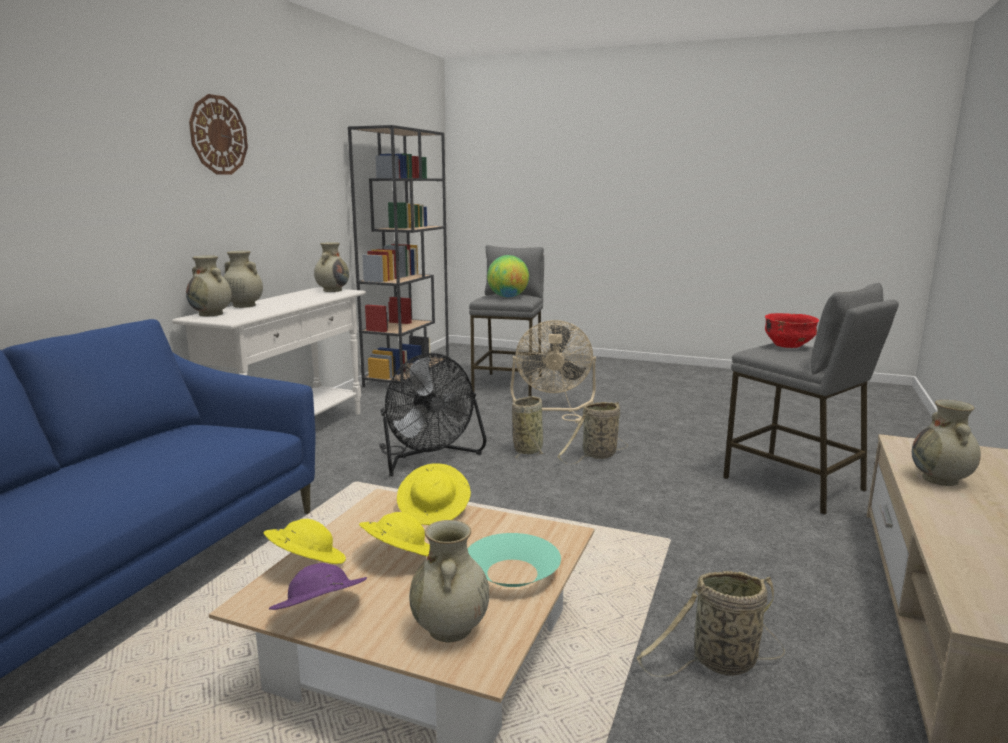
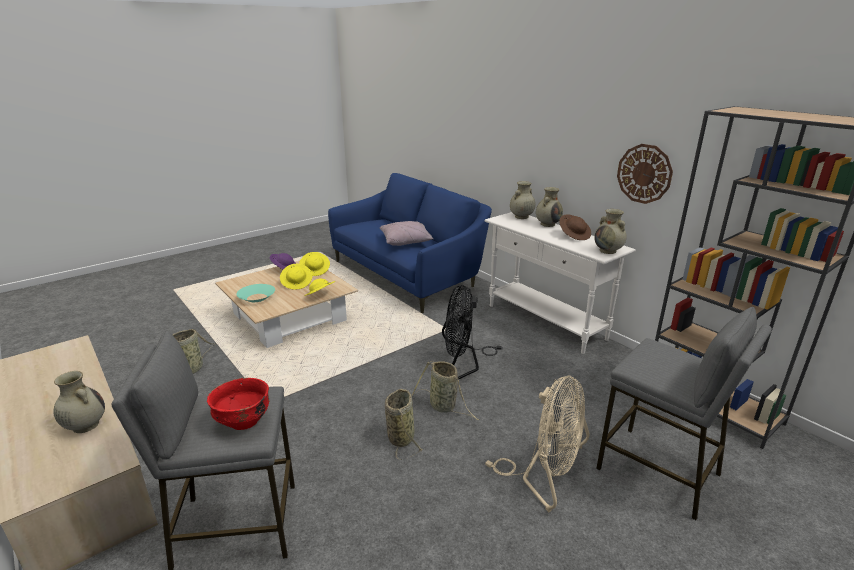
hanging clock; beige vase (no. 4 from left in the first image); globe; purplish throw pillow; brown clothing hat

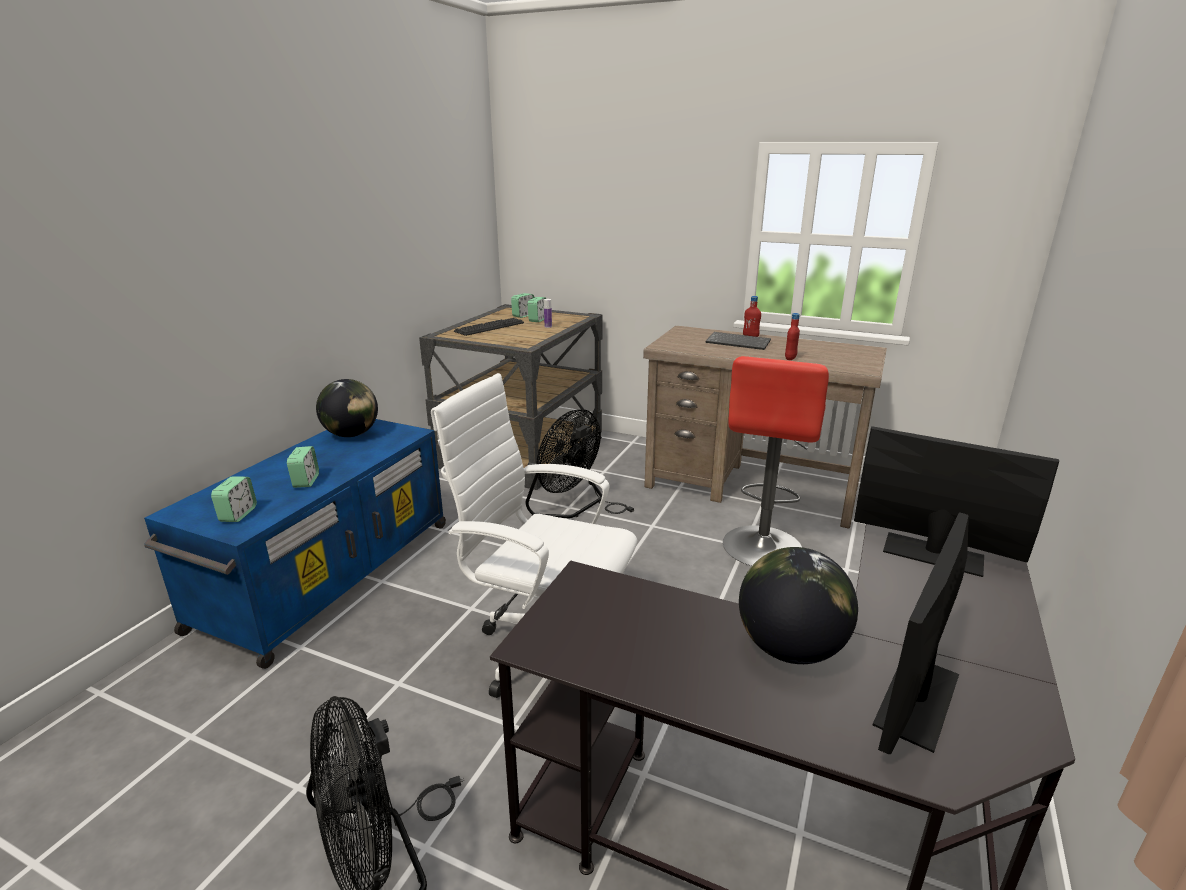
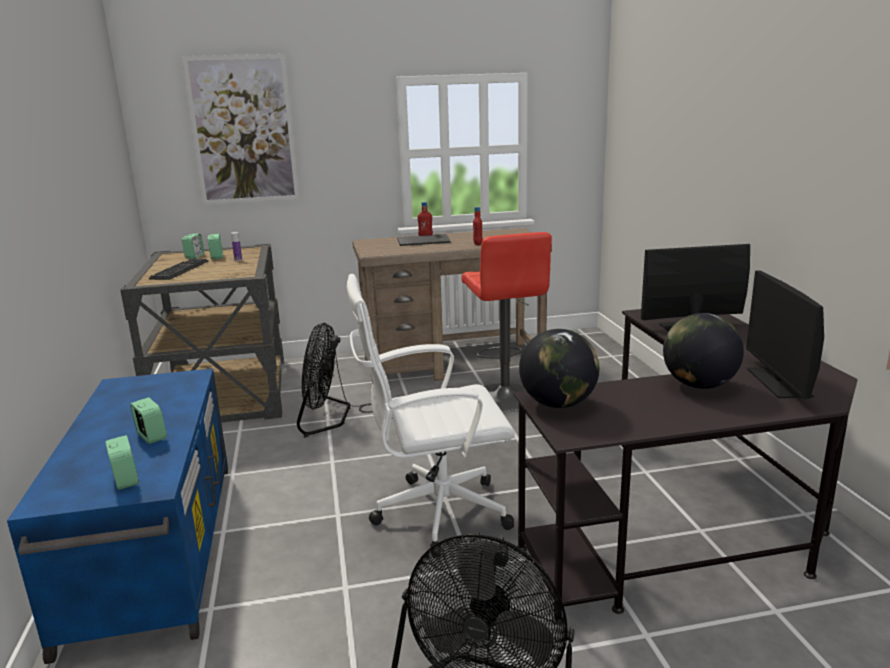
globe (no. 1 from left); wall art

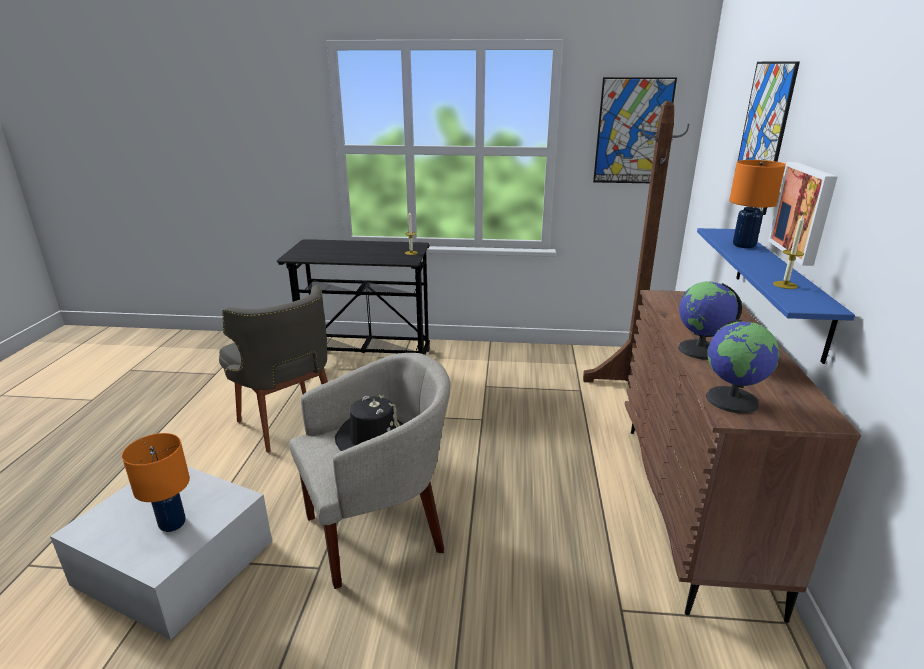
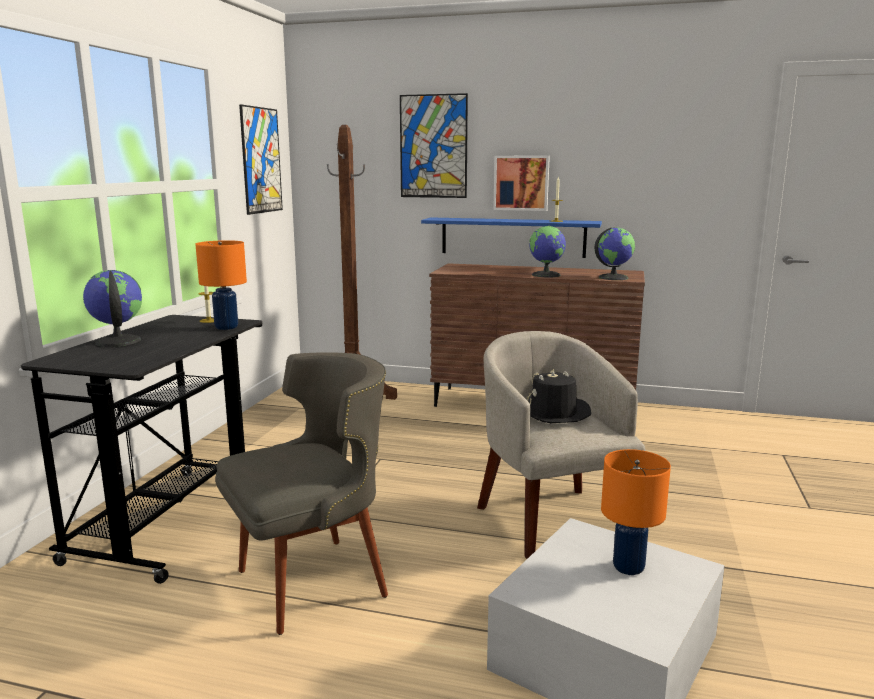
orange table lamp (no. 1 from left); globe (no. 1 from left)

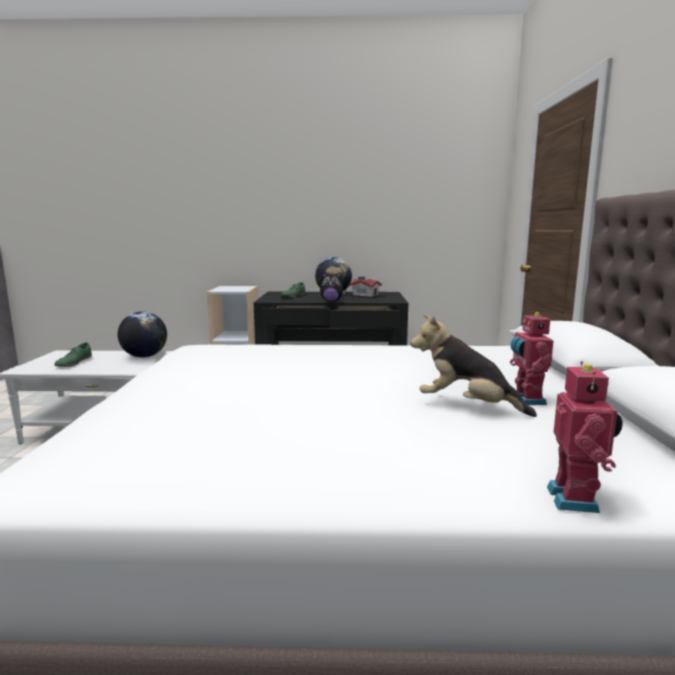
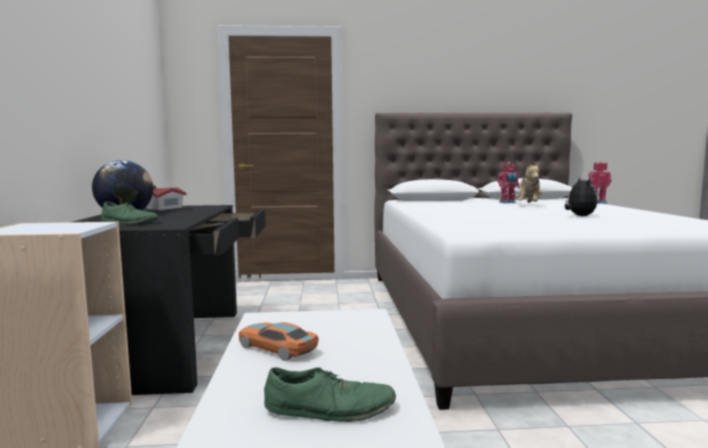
toy car; plush toy (no. 2 from left)

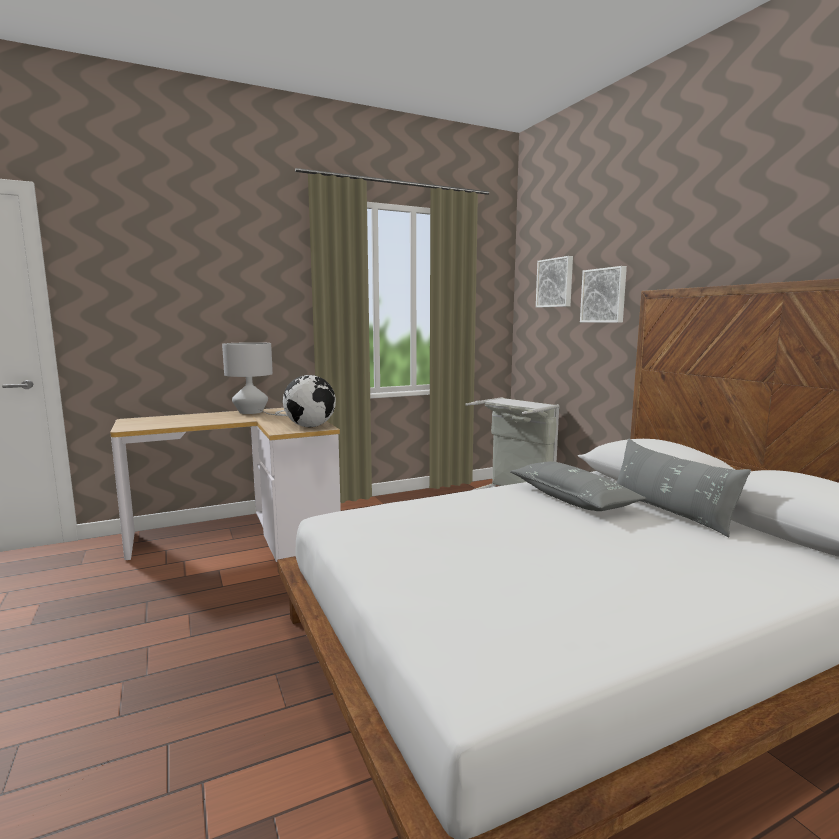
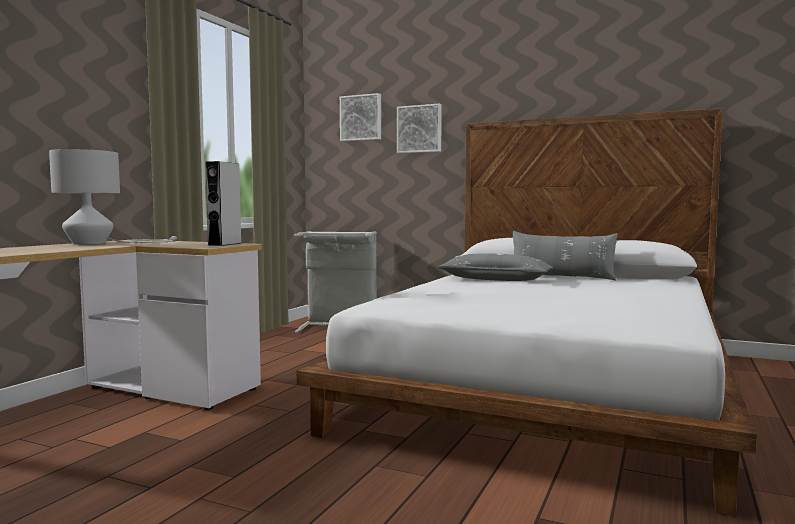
greyish speaker

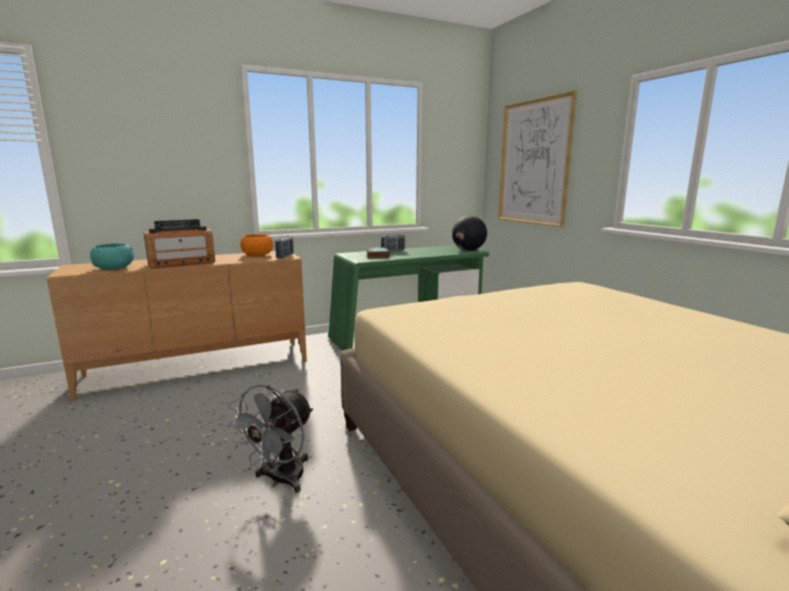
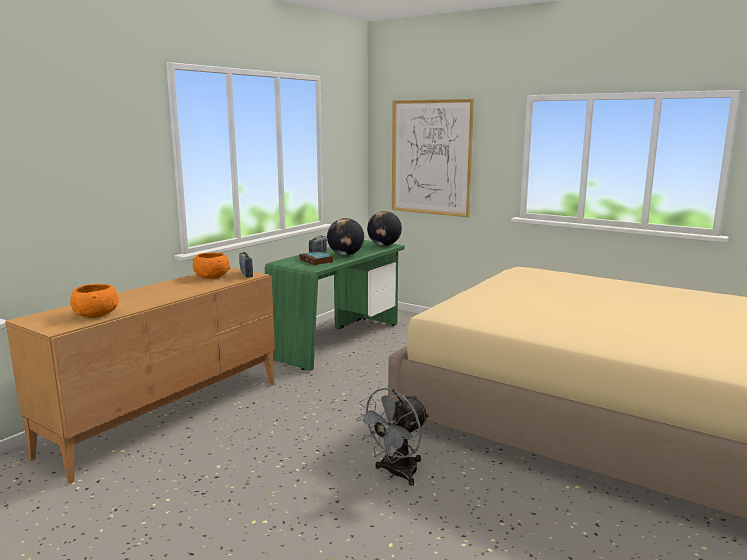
orange deep dish (no. 1 from left); radio set (no. 1 from left in the first image); greyish electric fan; globe (no. 1 from left)

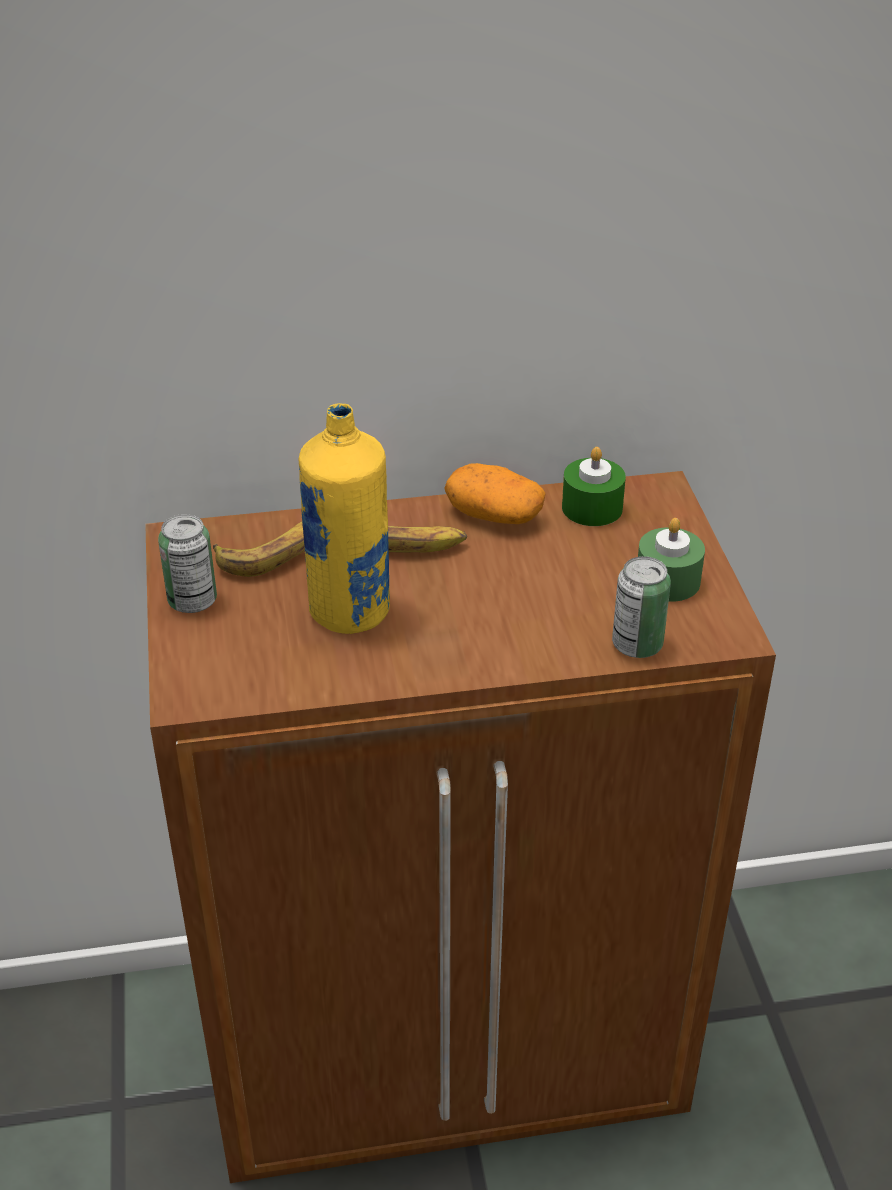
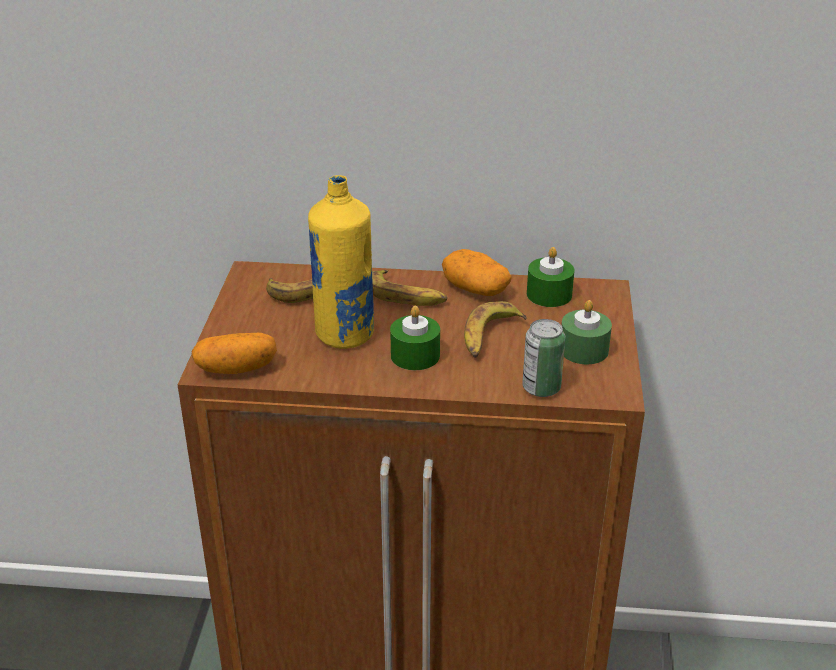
metal can (no. 1 from left in the first image); spud (no. 1 from left); green wax light (no. 1 from left); banana fruit (no. 3 from left)

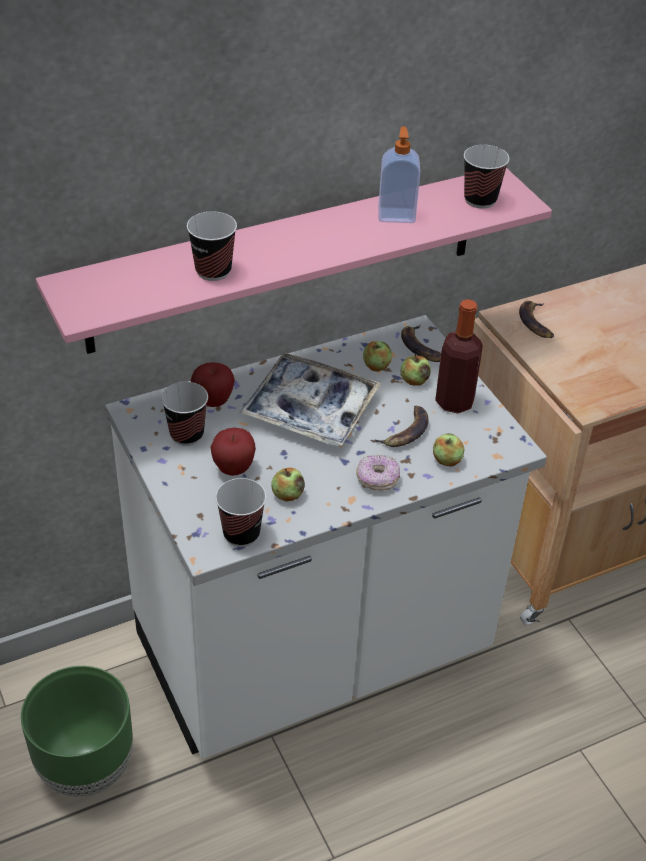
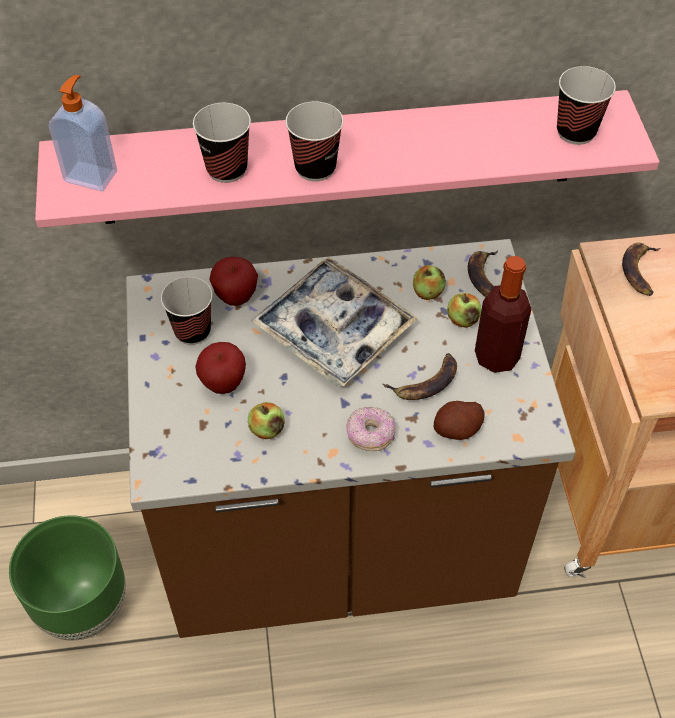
brown kitchen base unit; drinking cup (no. 3 from left); soap bottle; spud

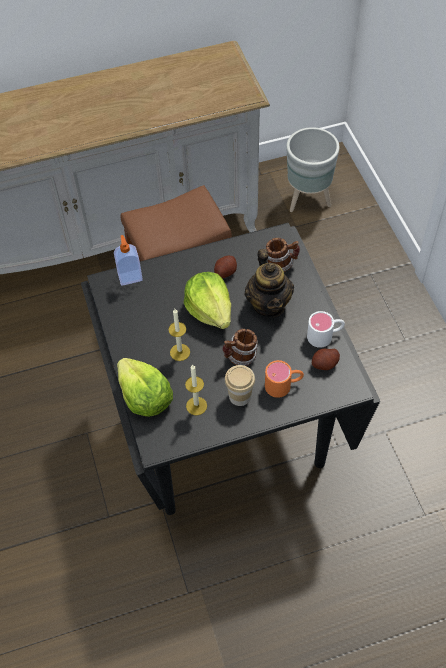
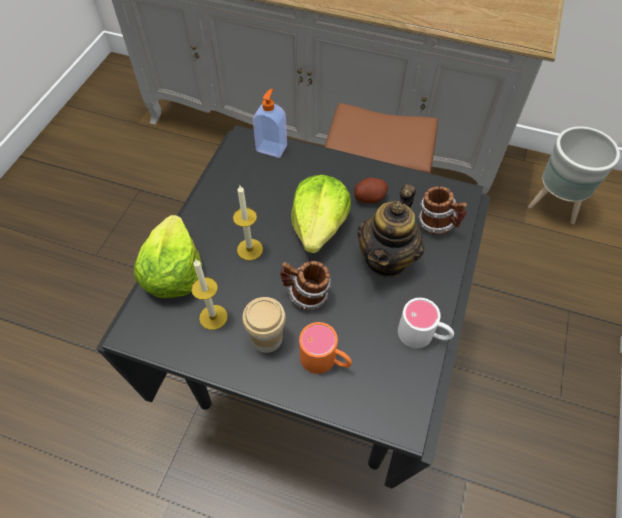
spud (no. 2 from left in the first image)

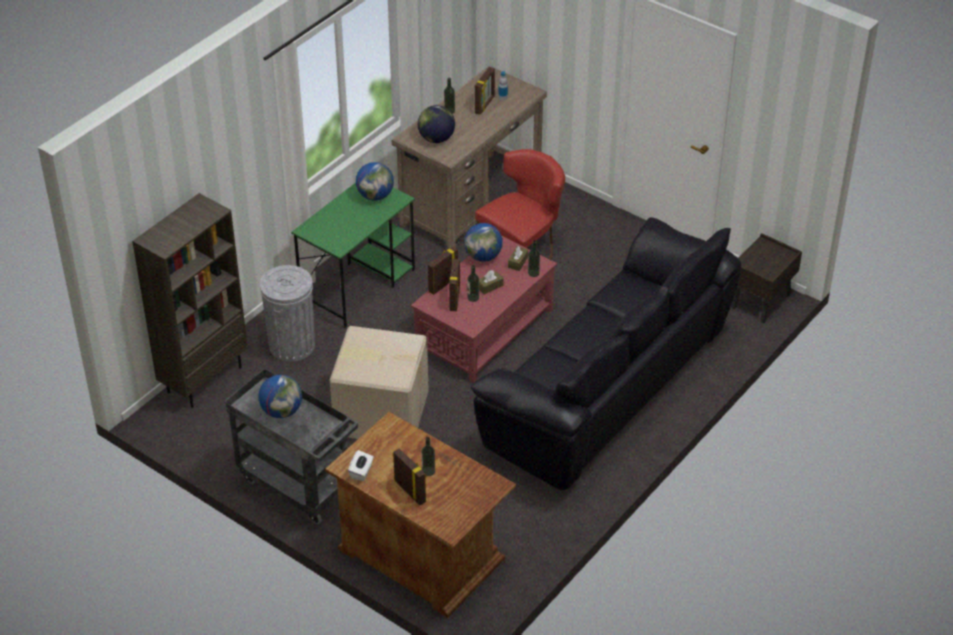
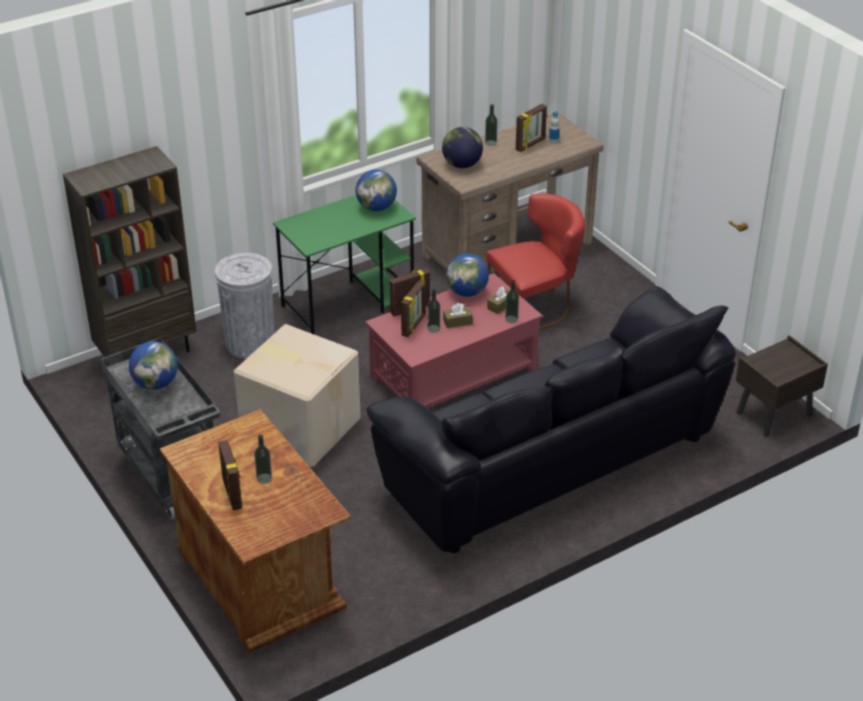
white-coloured box of tissues

